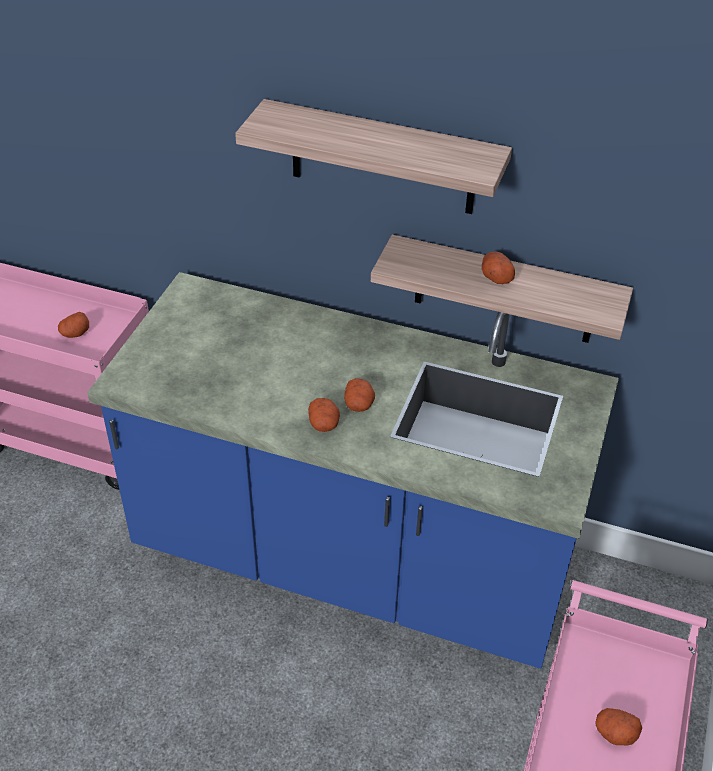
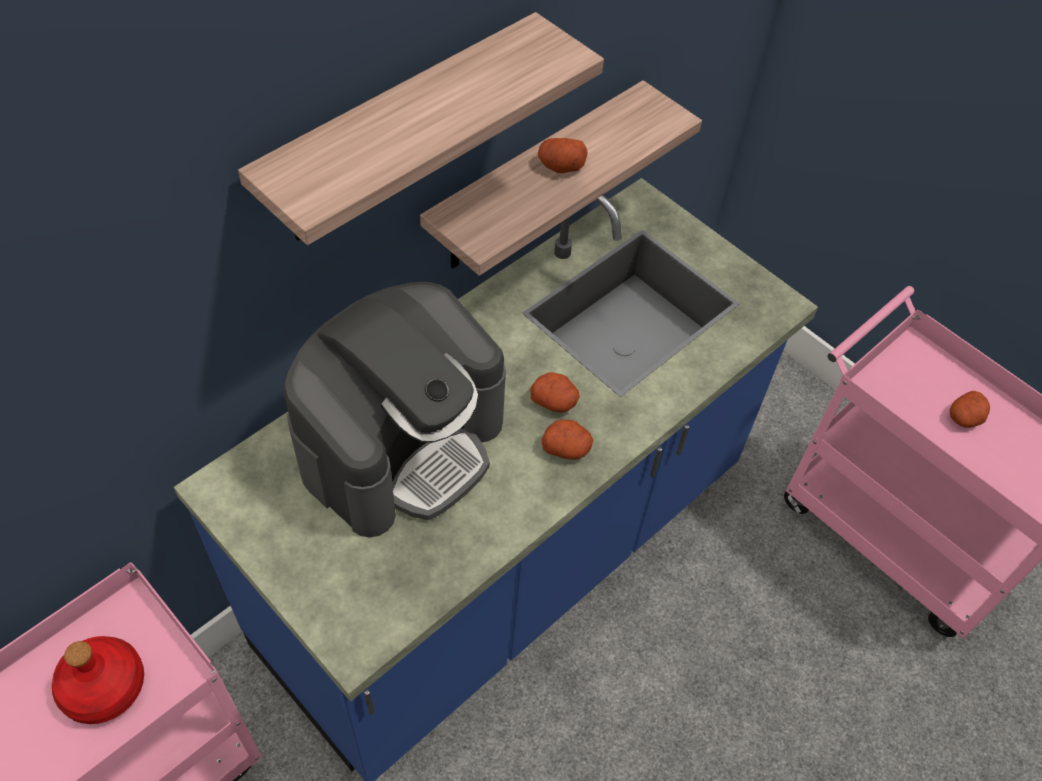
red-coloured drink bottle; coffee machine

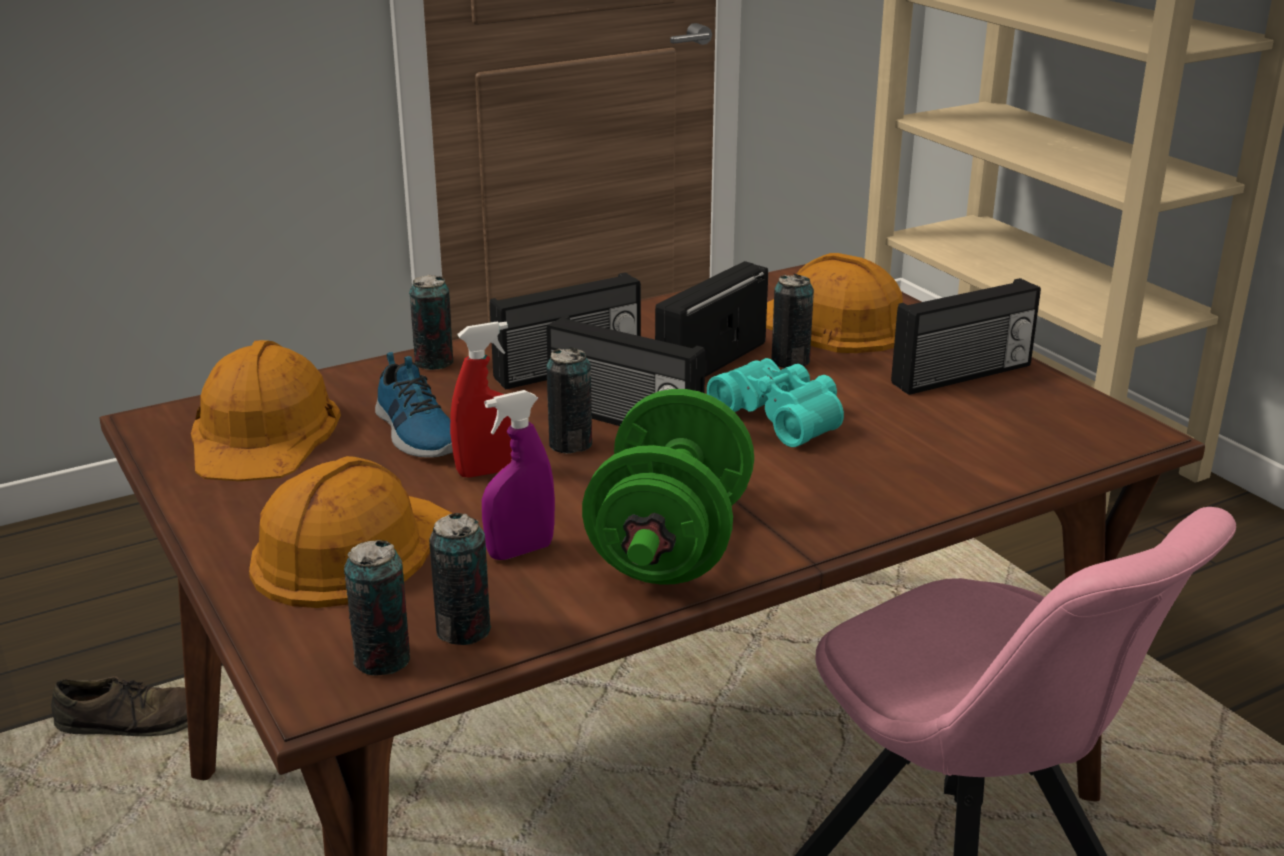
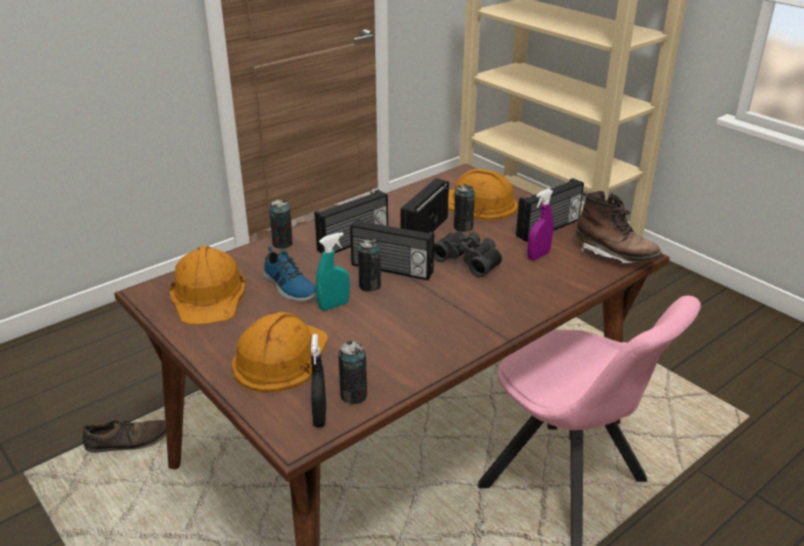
black hand sprayer; blue-green hand sprayer; purplish hand sprayer; green free weight; black pair of binoculars; brown boot

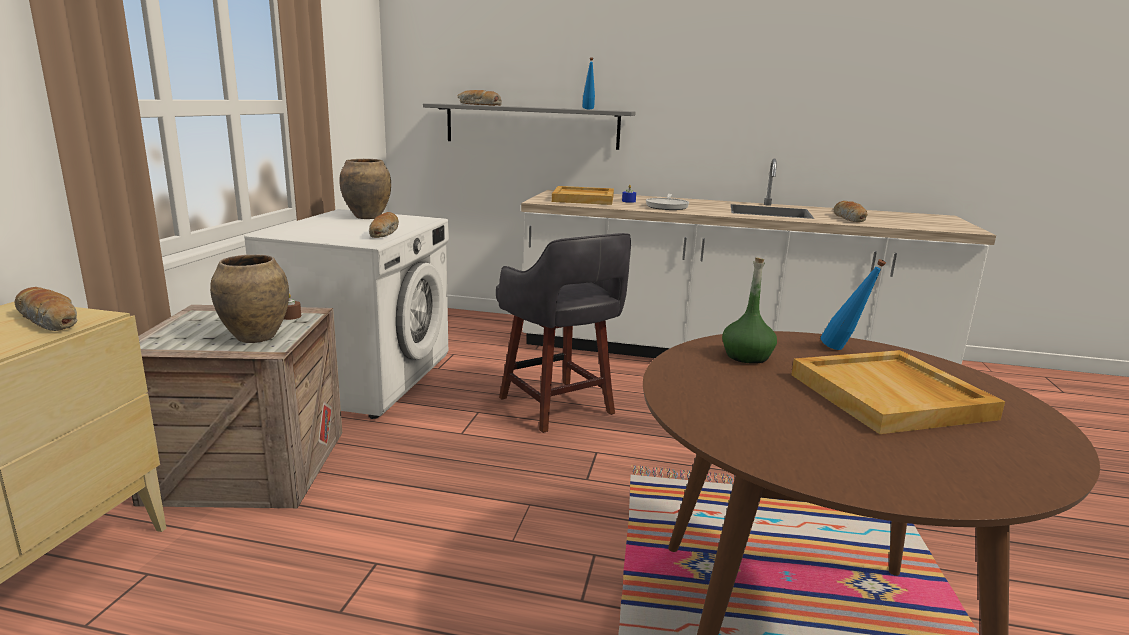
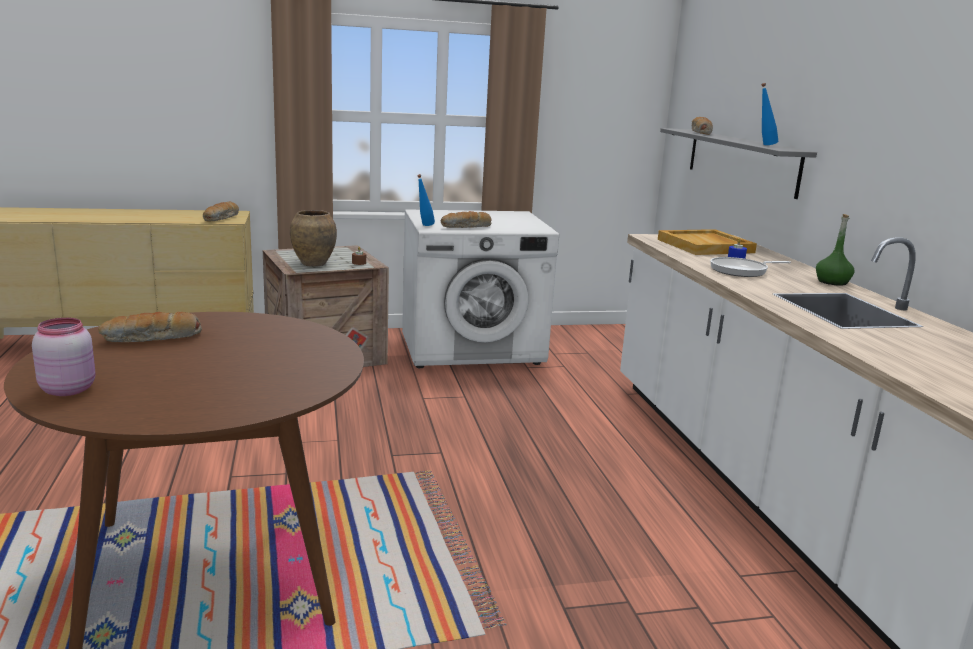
brown vase (no. 2 from left in the first image); greyish stool seat; green drink bottle; beige serving tray (no. 2 from left in the first image); blue drink bottle (no. 1 from left); baked bread (no. 1 from left); pinkish preserve jar

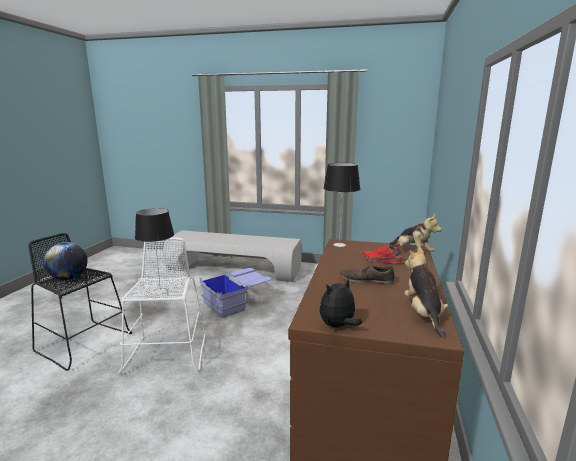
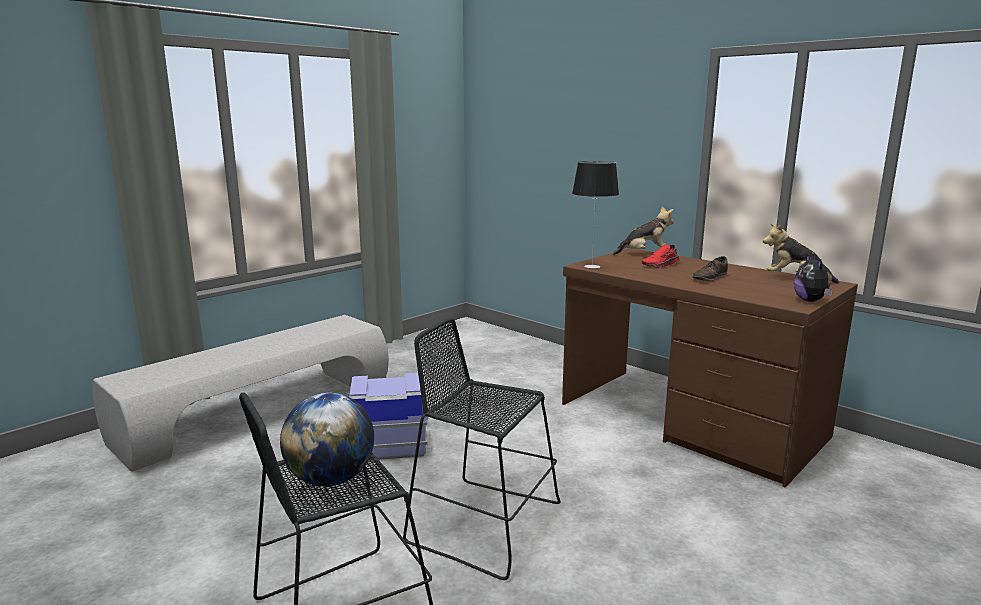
black stool seat (no. 2 from left); table lamp (no. 1 from left in the first image)

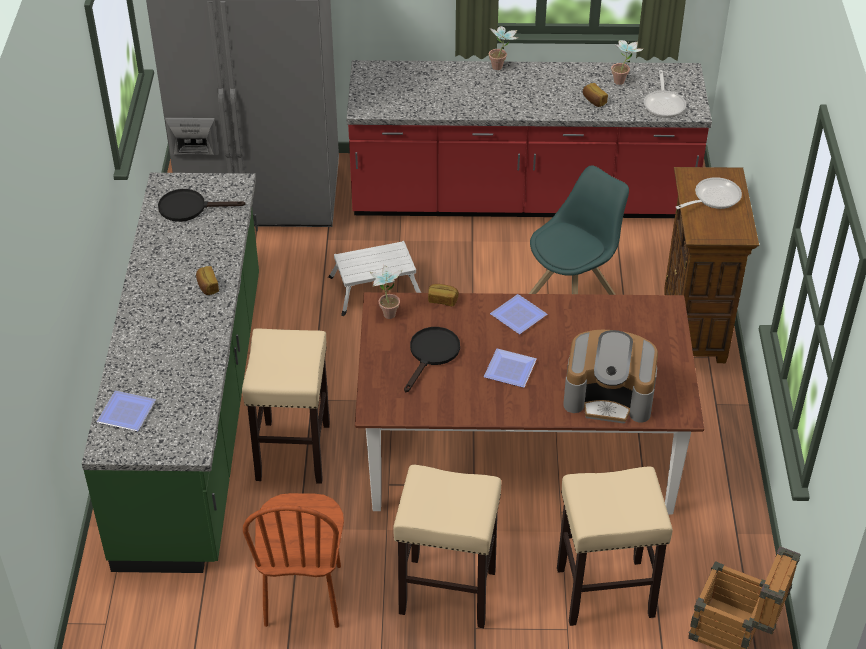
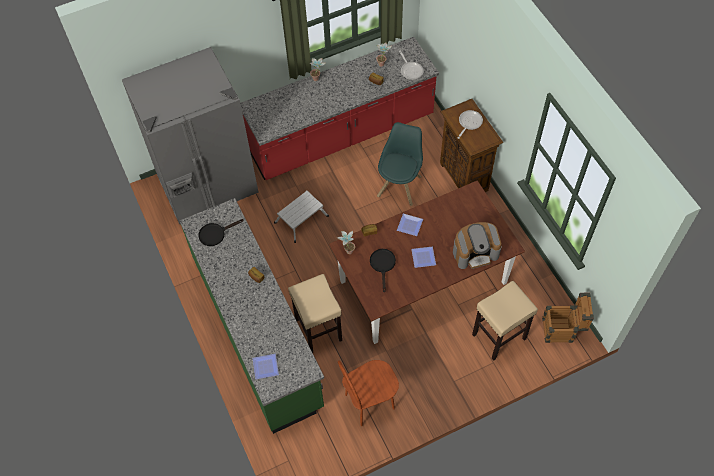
brown upright chair; beige stool seat (no. 2 from left in the first image)

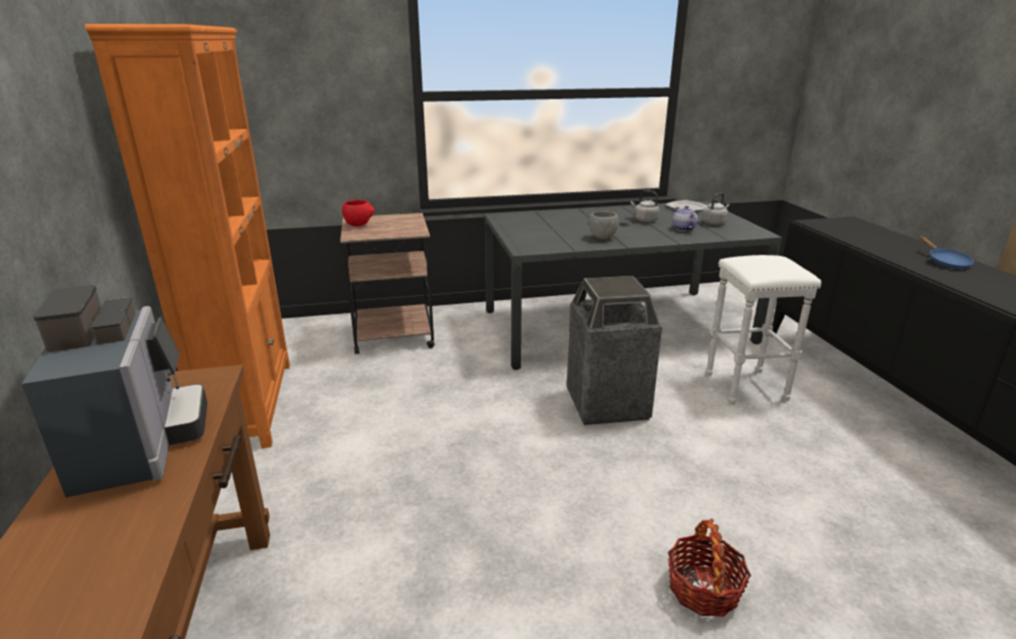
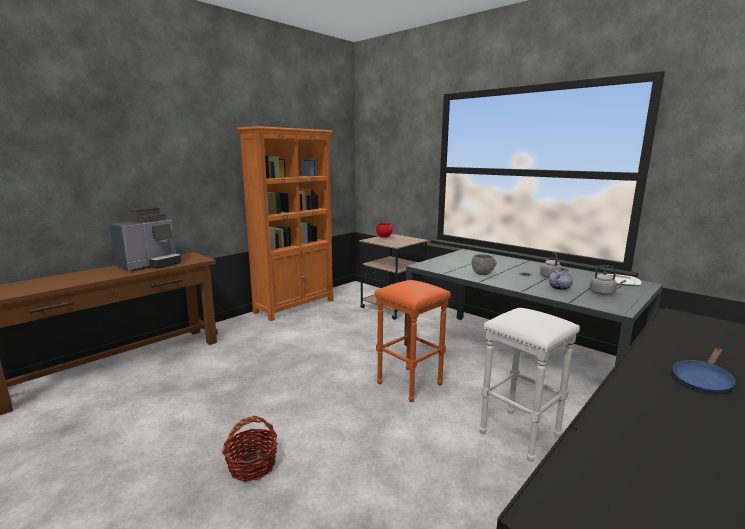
orange stool seat

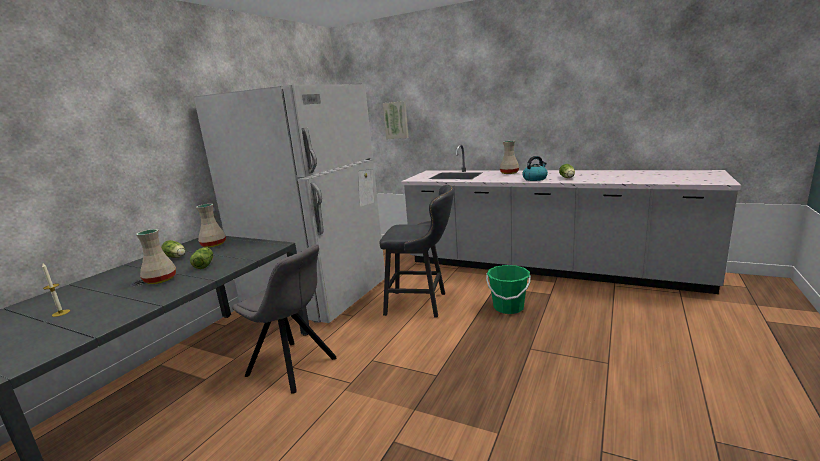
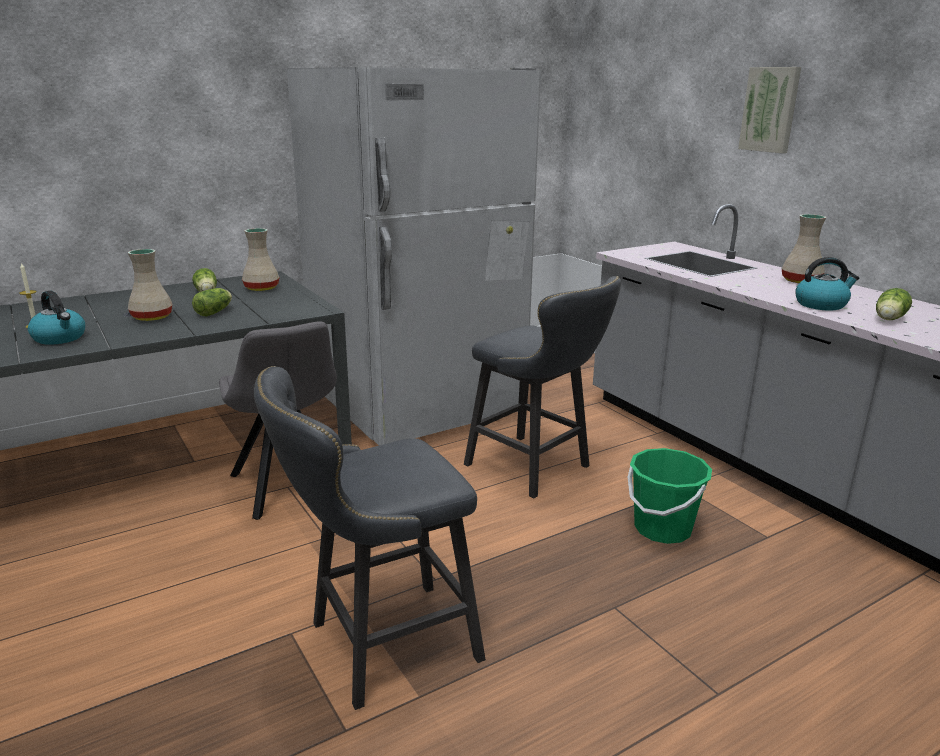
wall art; tea kettle (no. 1 from left); greyish stool seat (no. 1 from left)

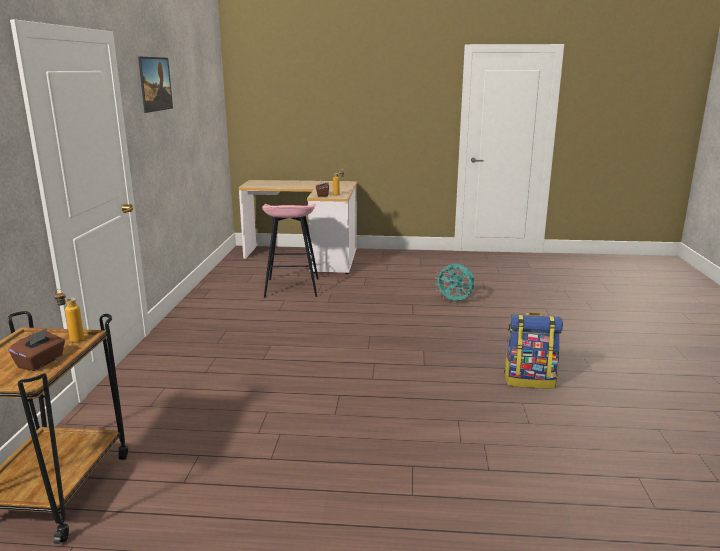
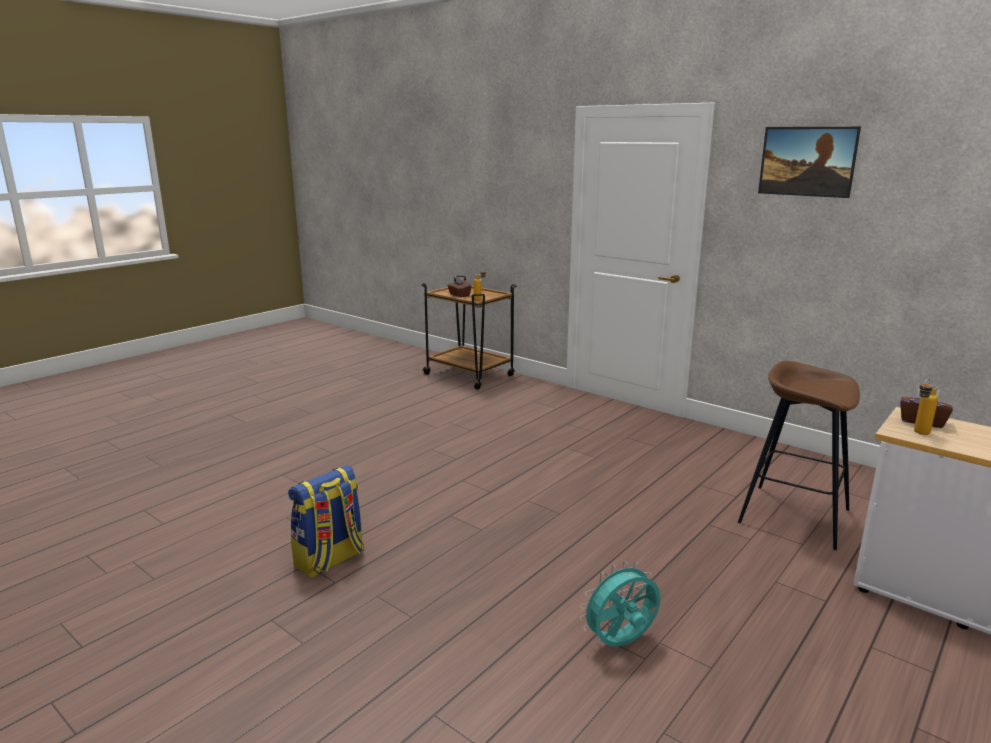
brown stool seat

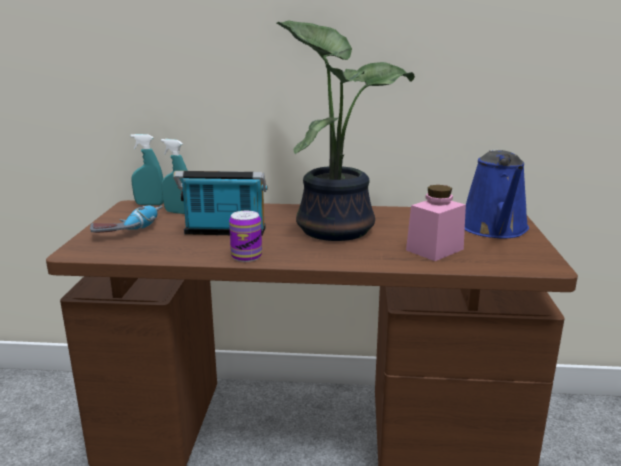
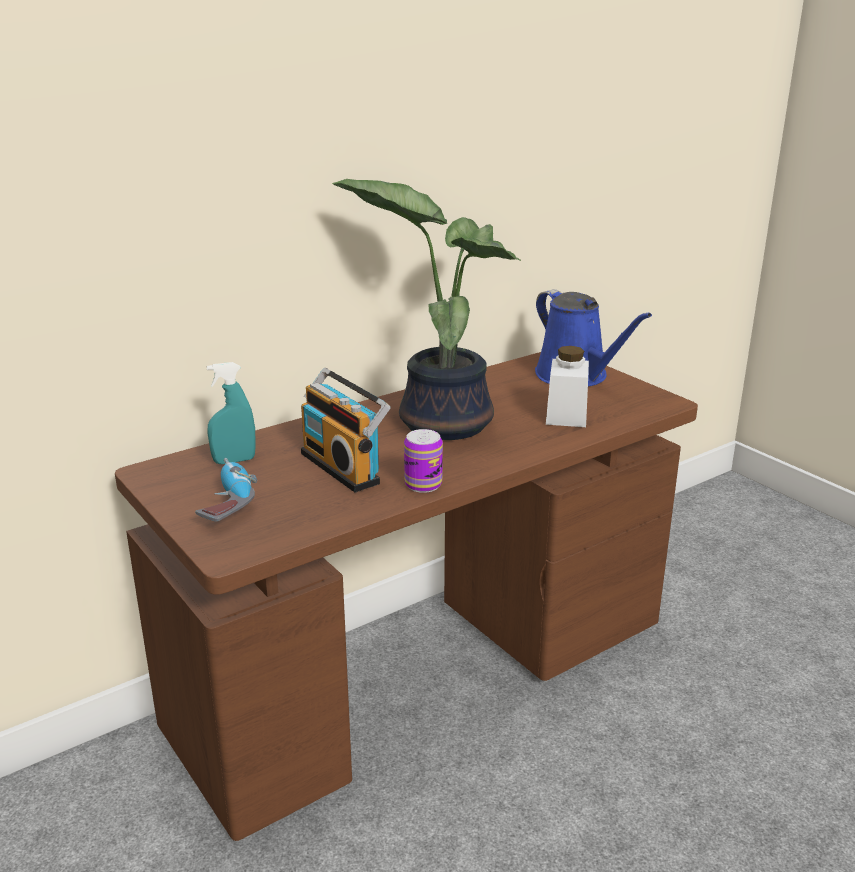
blue-green hand sprayer (no. 1 from left in the first image); radio set; white-coloured preserve jar

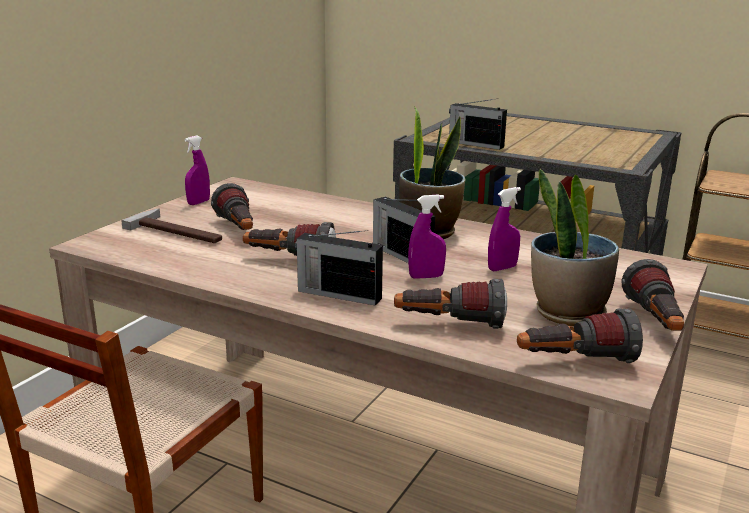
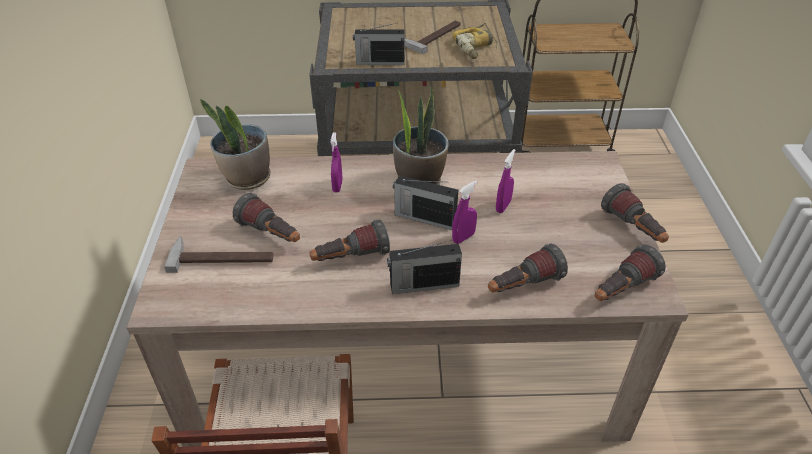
purplish hand sprayer (no. 1 from left); houseplant (no. 1 from left); tool hammer (no. 2 from left); drill

